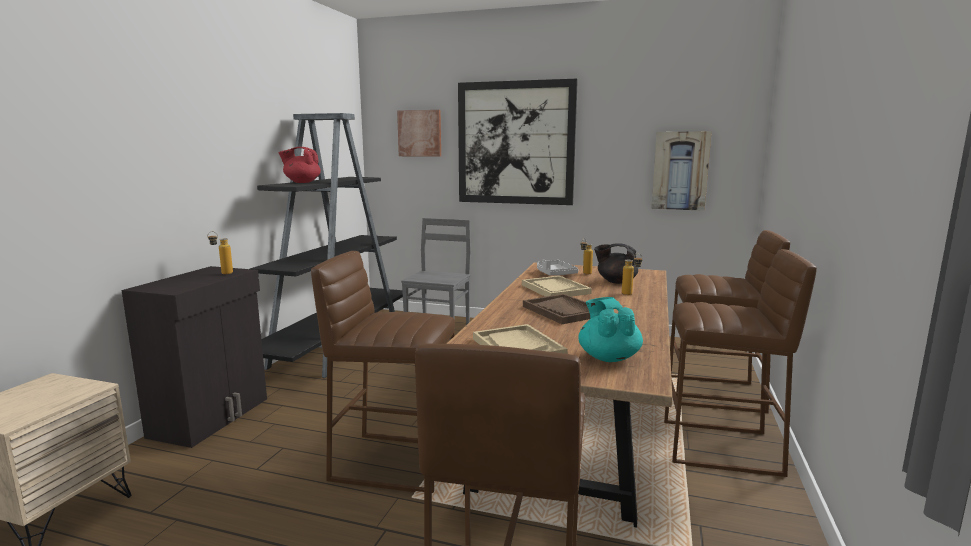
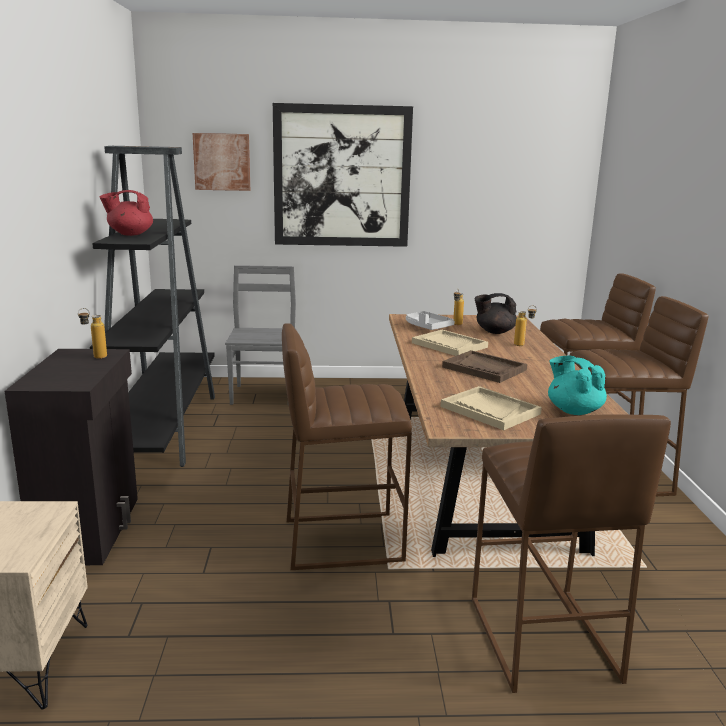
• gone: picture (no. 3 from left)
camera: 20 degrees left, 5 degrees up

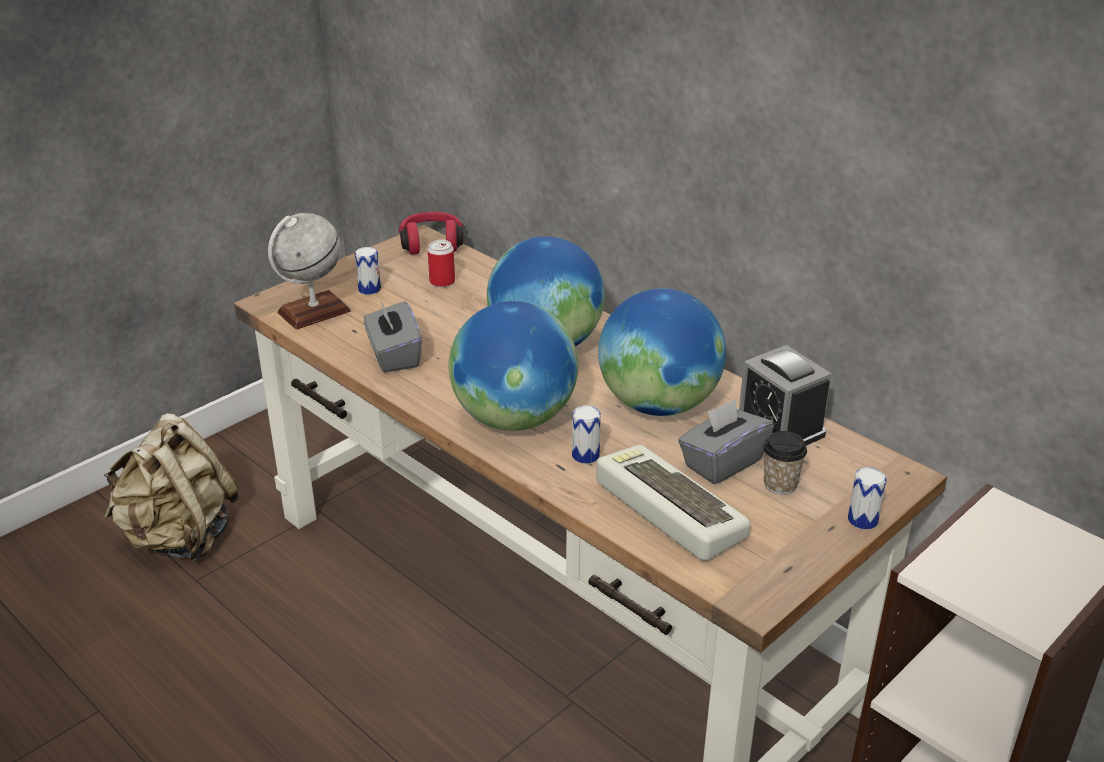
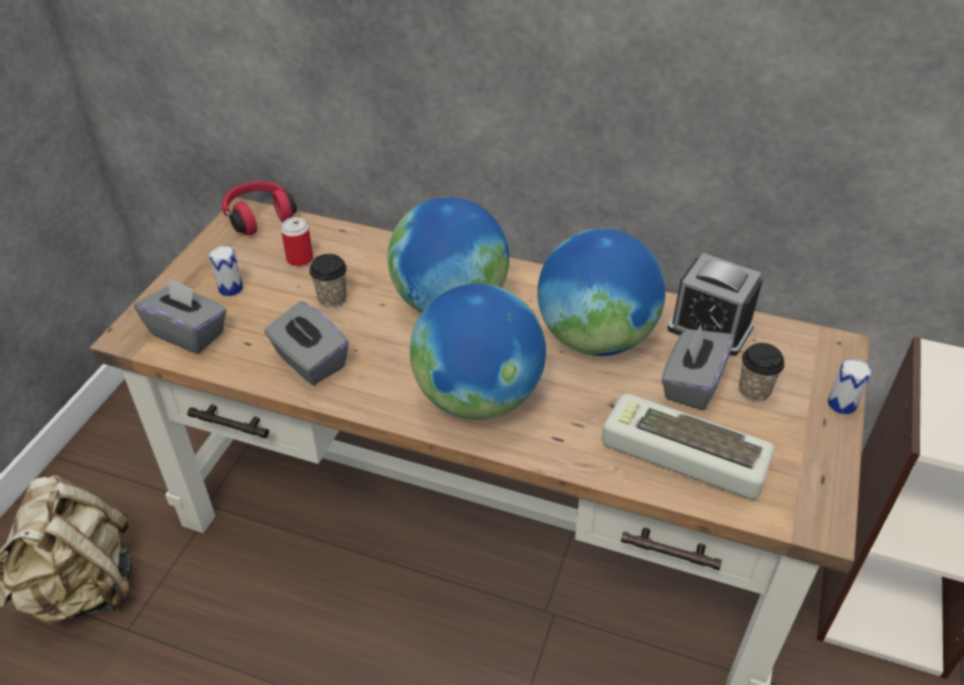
• gone: can (no. 3 from left)
• new: cup (no. 1 from left)
• swapped: globe (no. 1 from left) to grey_tissue_box (no. 1 from left)
camera: 25 degrees left, 10 degrees up

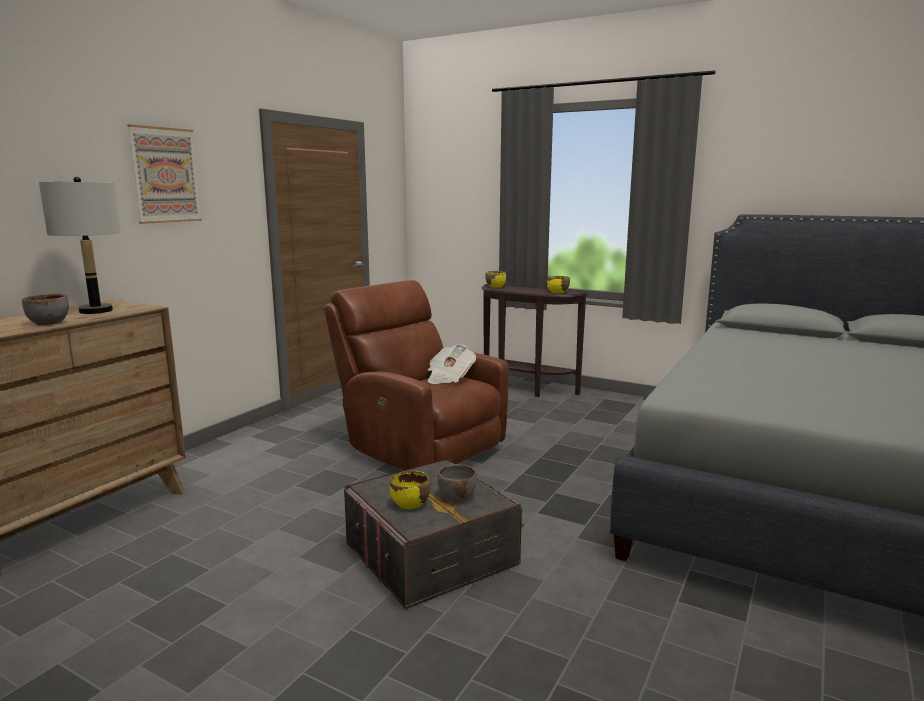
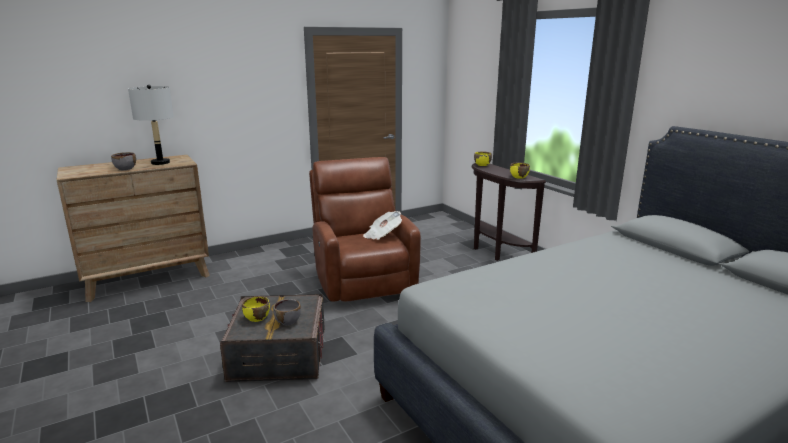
• gone: picture
camera: 30 degrees right, 5 degrees up

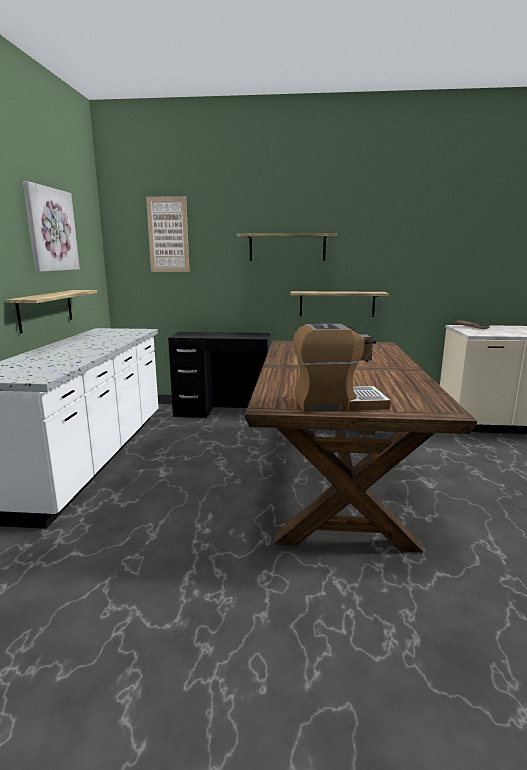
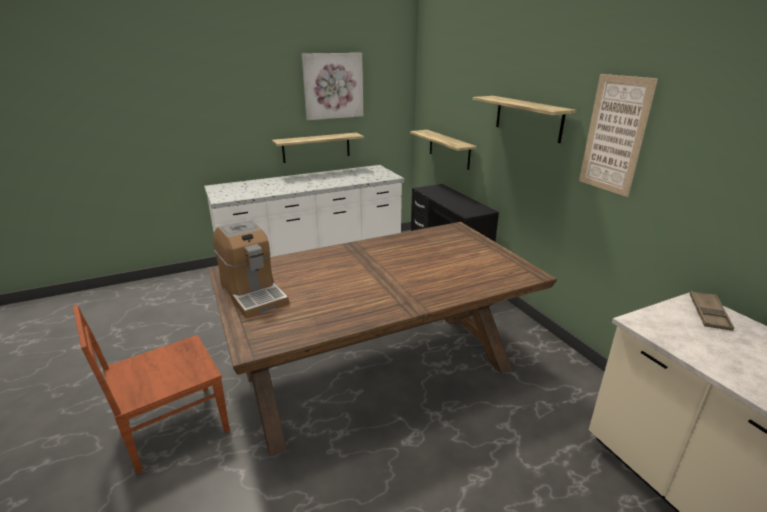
• new: brown_chair
• shifted: picture (no. 2 from left)
• shifted: shelf (no. 3 from left in the first image) to shelf (no. 2 from left)
camera: 60 degrees right, 10 degrees up

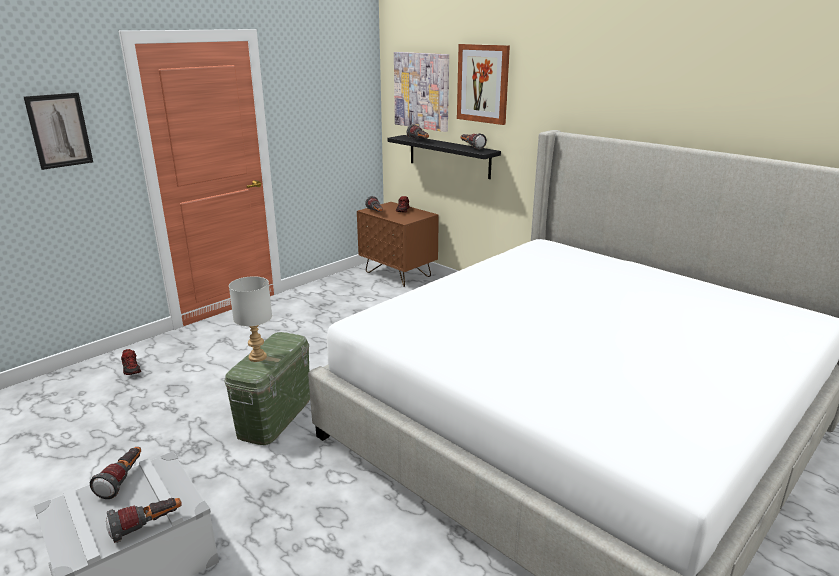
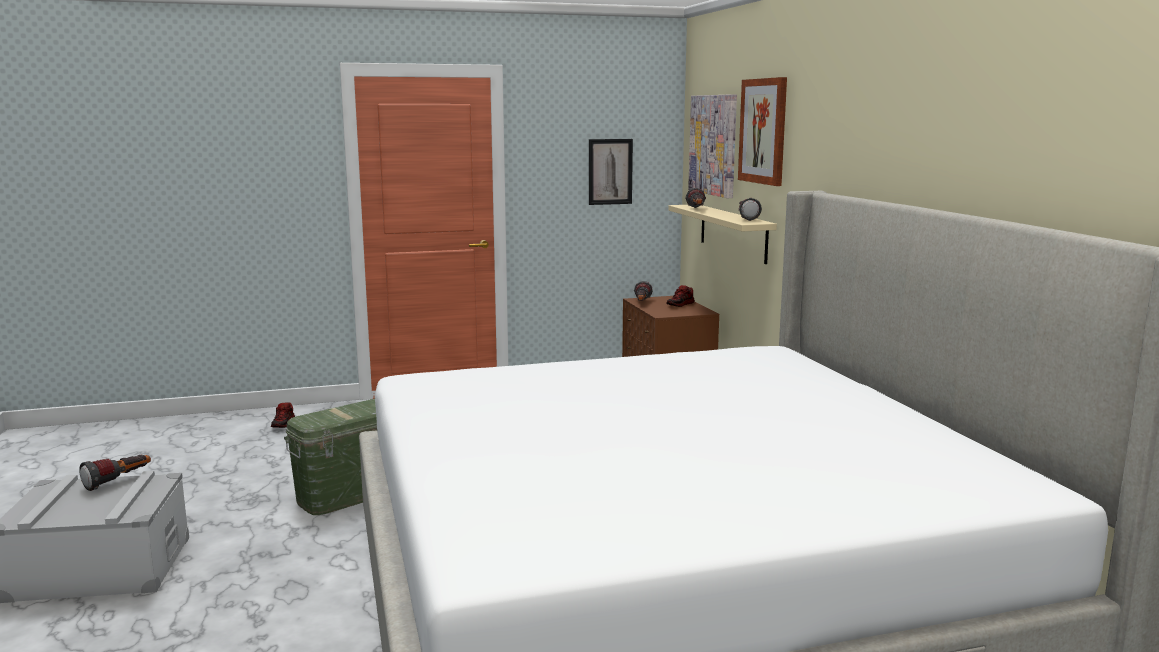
• gone: flashlight (no. 2 from left)
• gone: grey_table_lamp
• shifted: picture (no. 1 from left)
• repainted: black_shelf to beige_shelf
camera: 30 degrees right, 10 degrees down

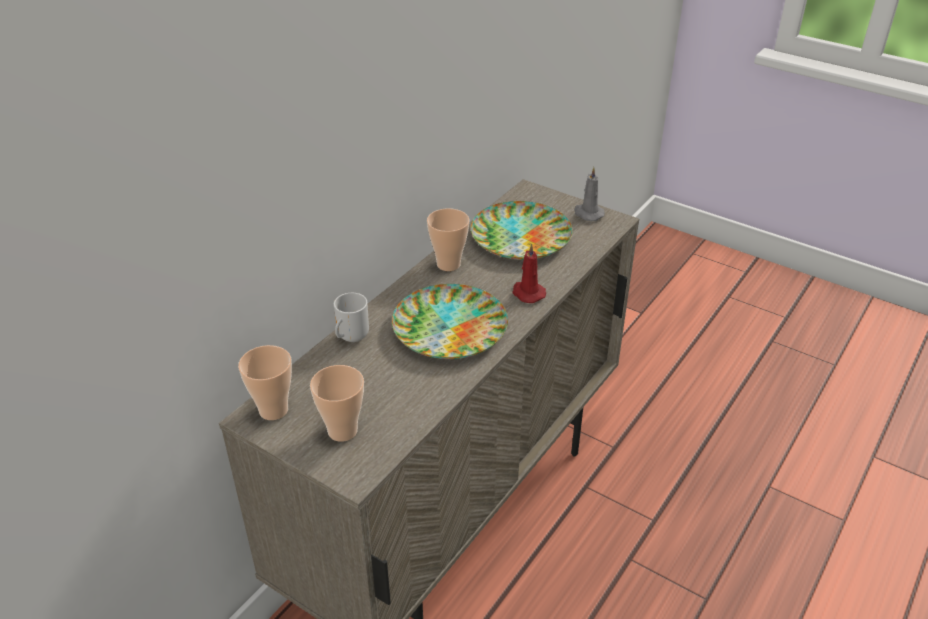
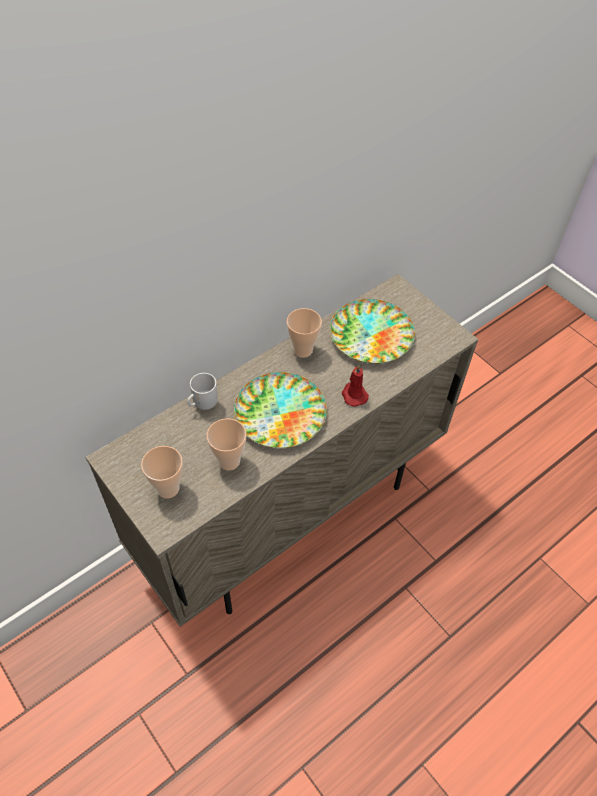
• gone: grey_candle
• shifted: cup (no. 1 from left in the first image) to cup (no. 2 from left)
camera: 15 degrees right, 15 degrees up

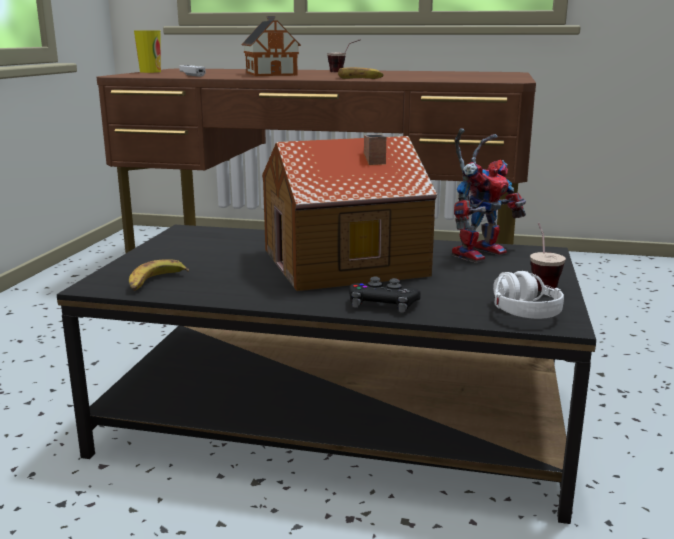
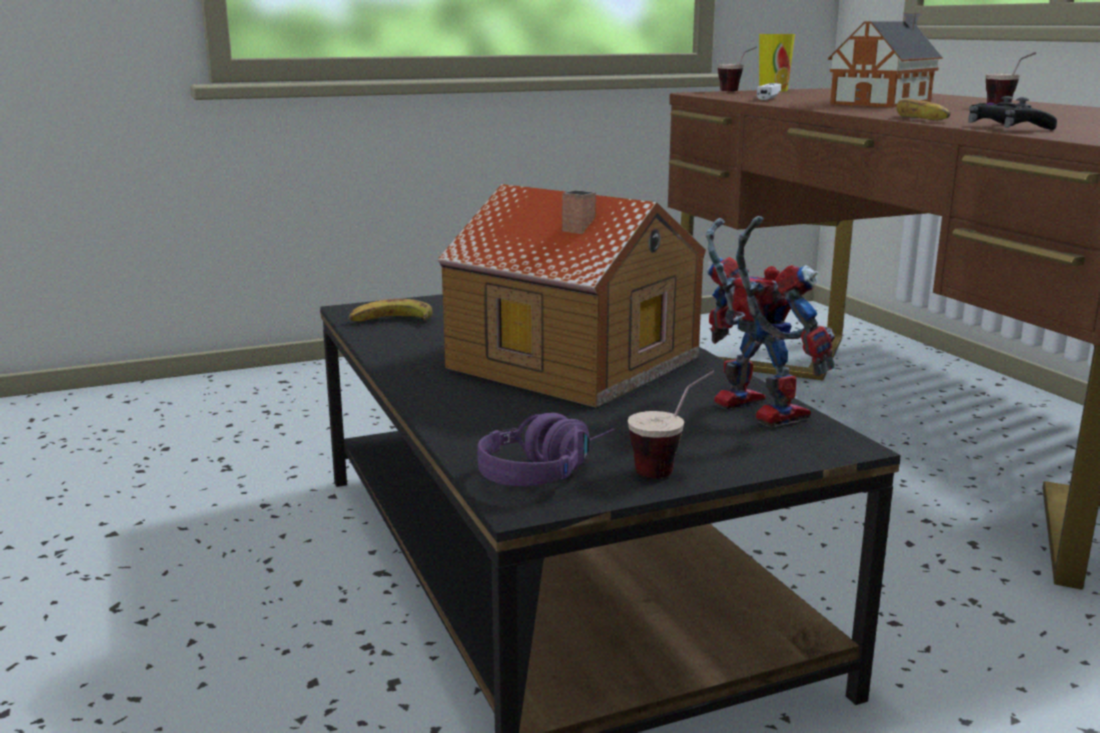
• new: cup (no. 2 from left)
• shifted: black_game_controller
• repainted: white_headphones to purple_headphones
• rotated: toy_robot 135 degrees counterclockwise
camera: 55 degrees right, 0 degrees up

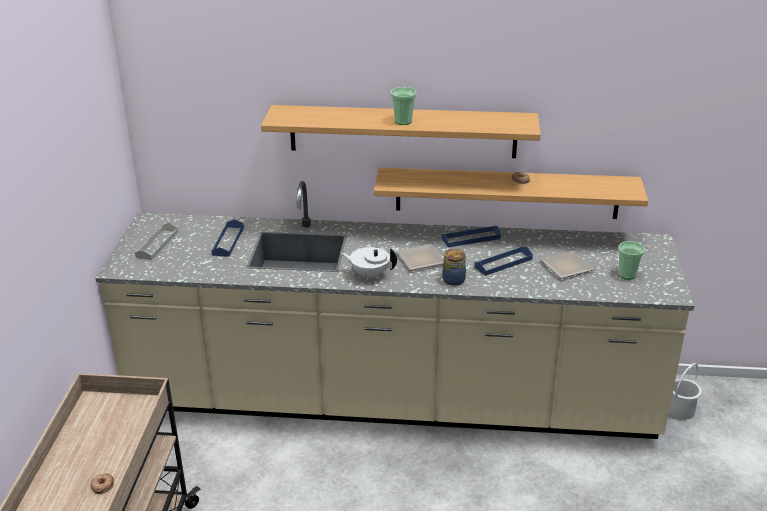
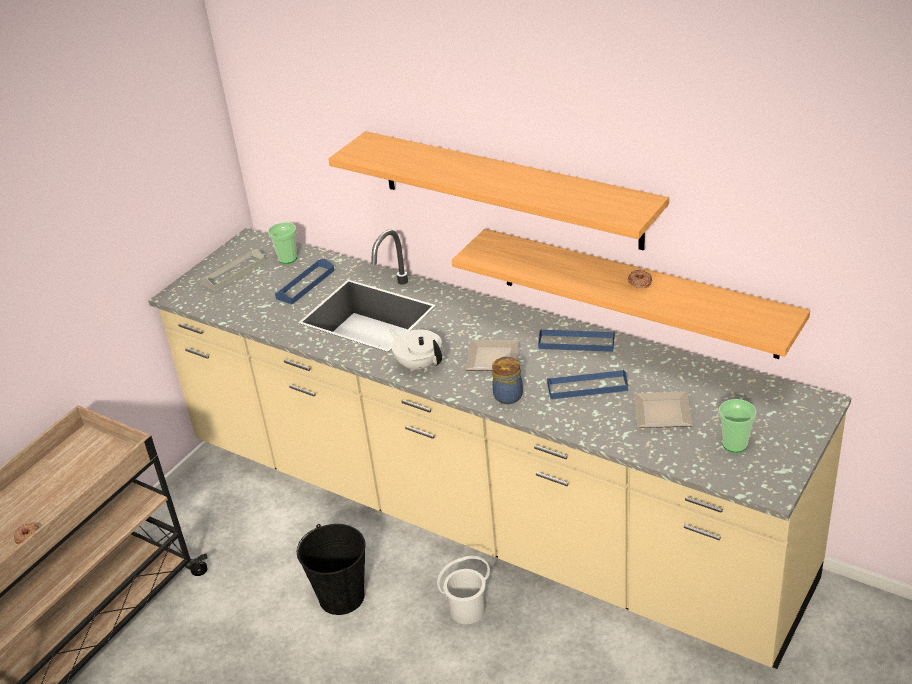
• new: black_bucket
• shifted: cup (no. 1 from left)
• shifted: white_bucket
camera: 30 degrees right, 5 degrees up

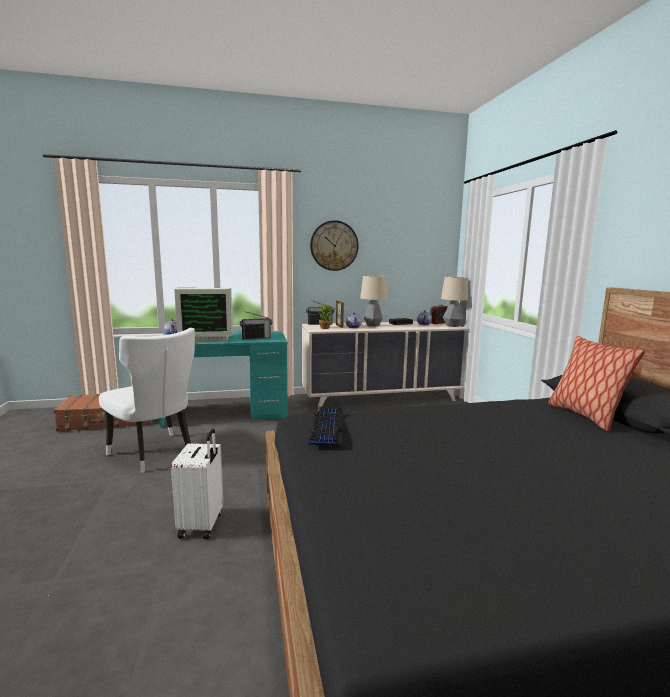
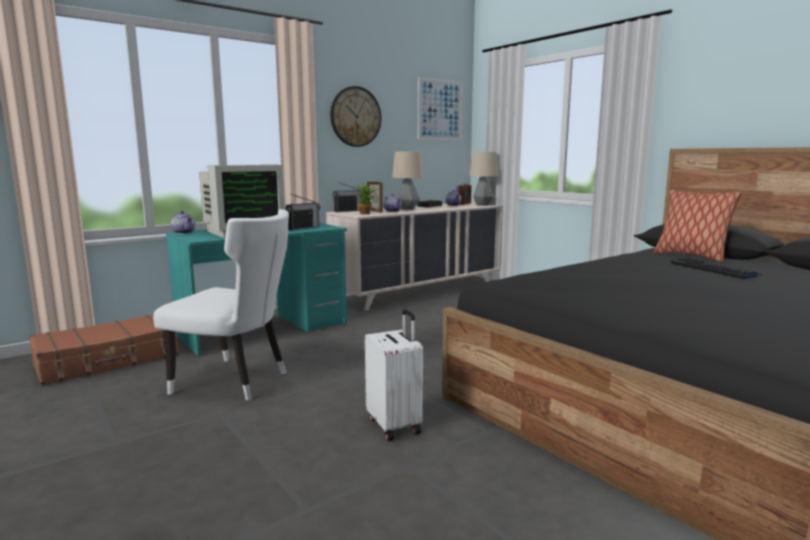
• new: picture
• shifted: keyboard
camera: 25 degrees left, 0 degrees up

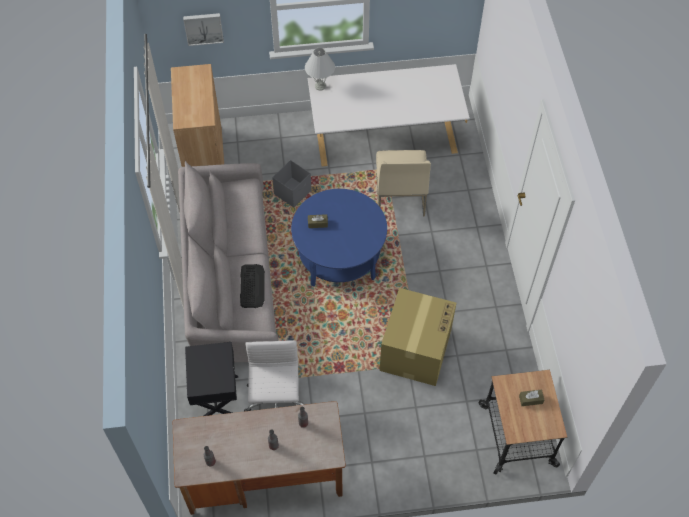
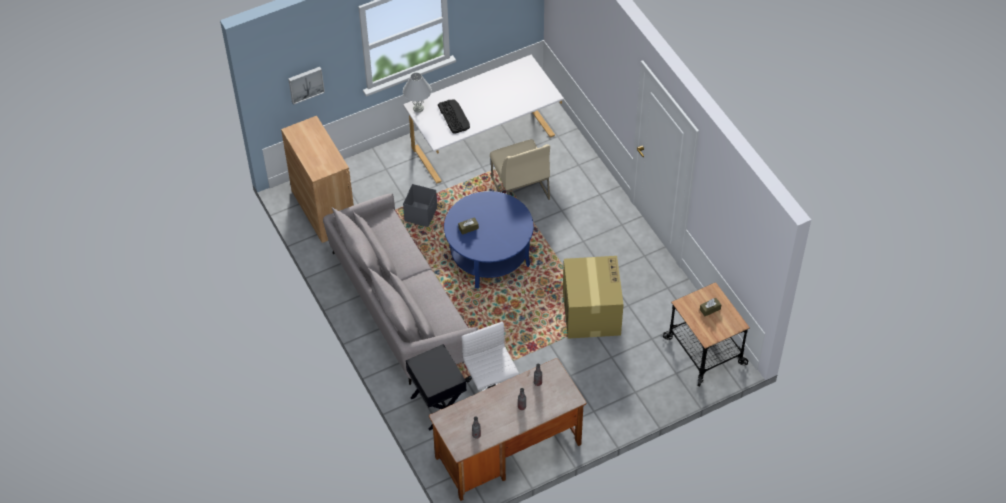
• shifted: keyboard
camera: 20 degrees left, 5 degrees down

